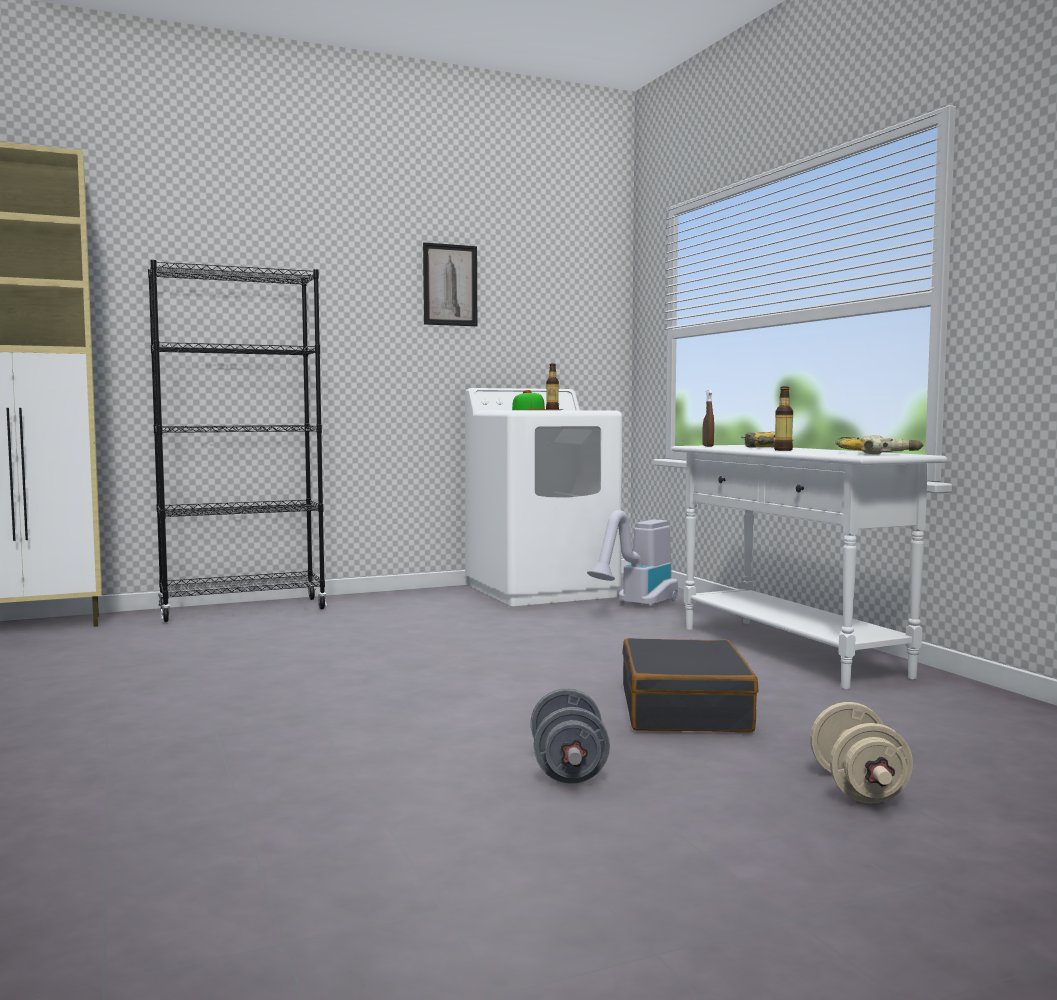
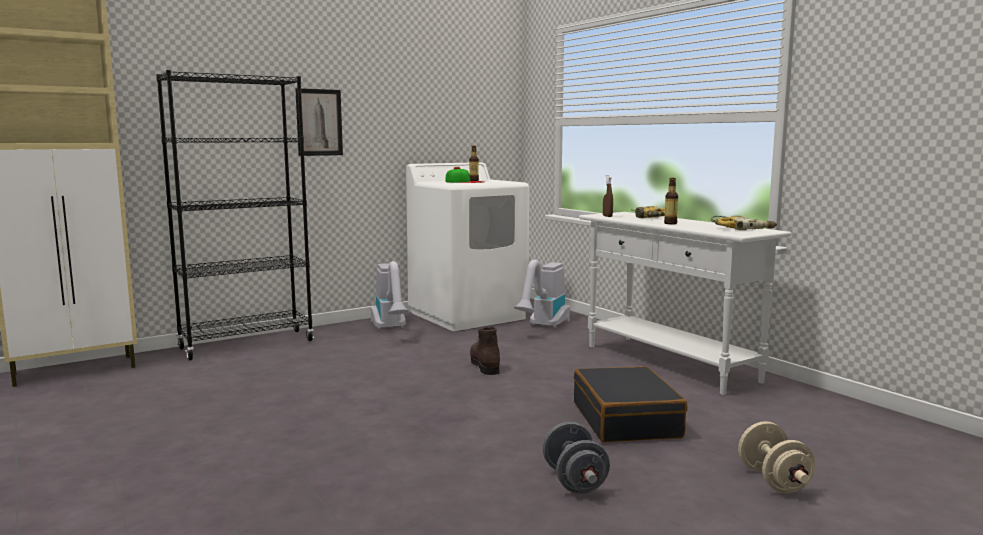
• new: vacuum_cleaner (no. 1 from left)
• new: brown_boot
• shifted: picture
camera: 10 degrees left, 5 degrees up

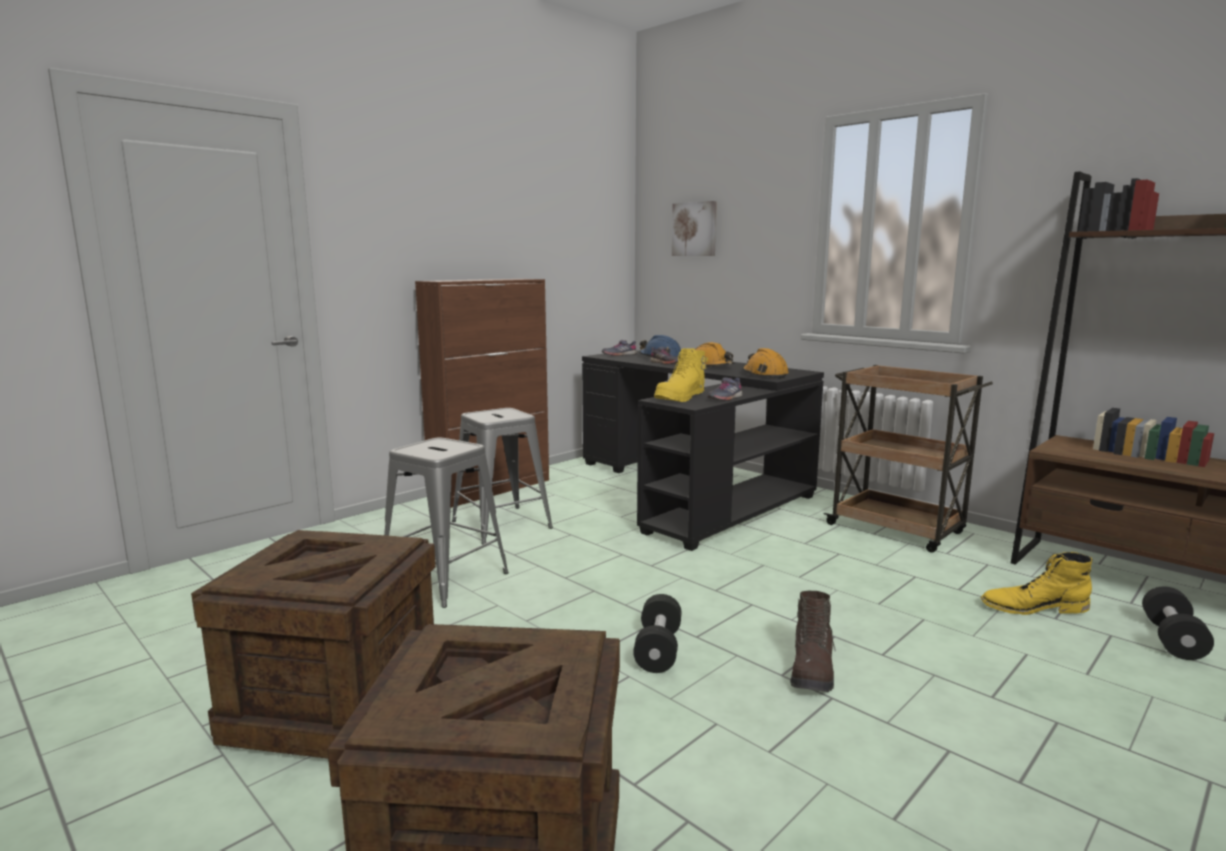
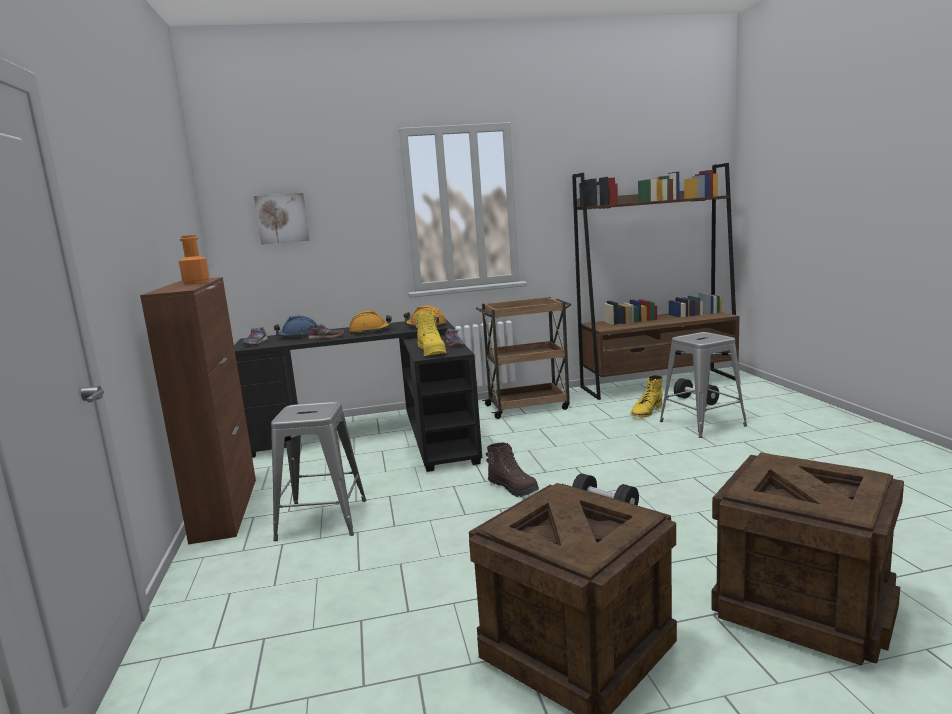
• new: orange_bottle
• shifted: grey_stool (no. 1 from left in the first image) to grey_stool (no. 2 from left)
• shifted: brown_boot
camera: 55 degrees left, 0 degrees up

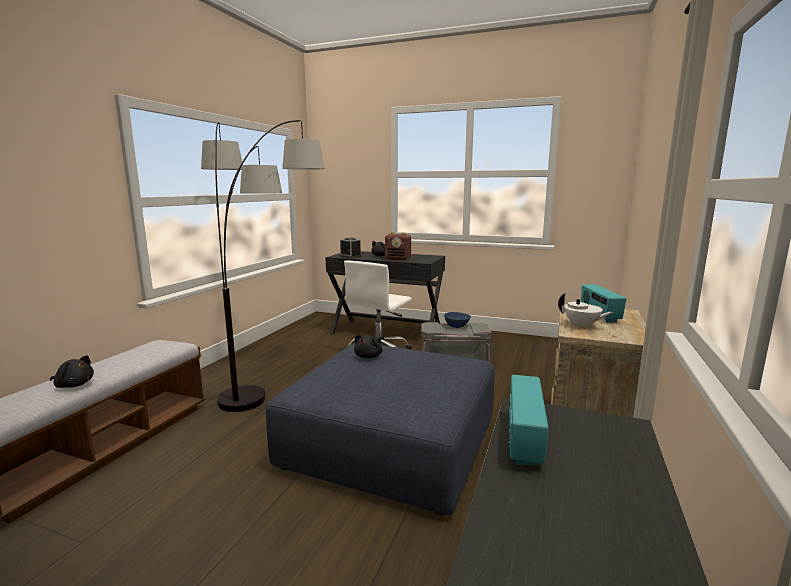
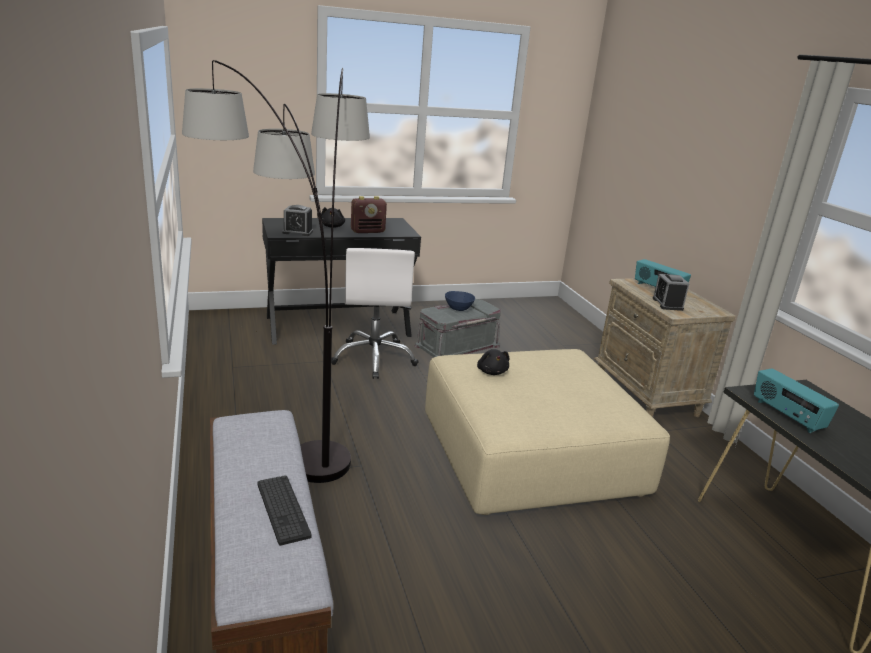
• swapped: black_plush_toy (no. 1 from left) to keyboard
• swapped: white_teapot to alarm_clock (no. 2 from left)
• repainted: blue_ottoman to beige_ottoman
camera: 40 degrees left, 10 degrees up

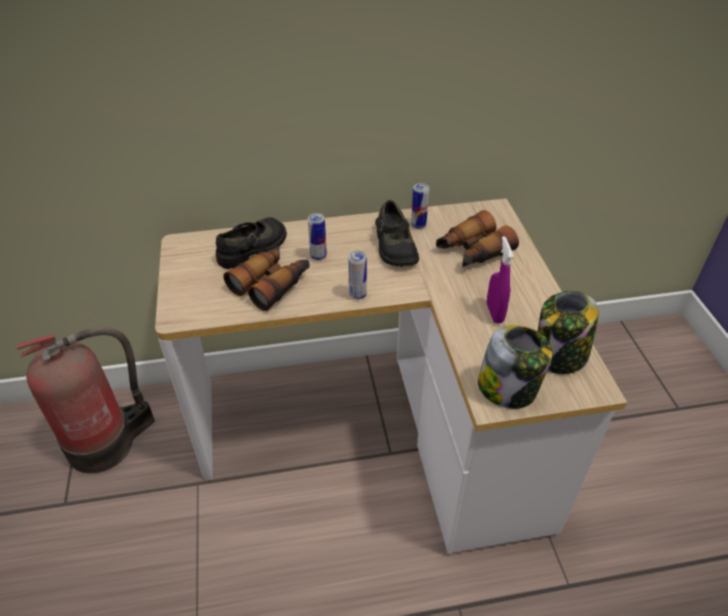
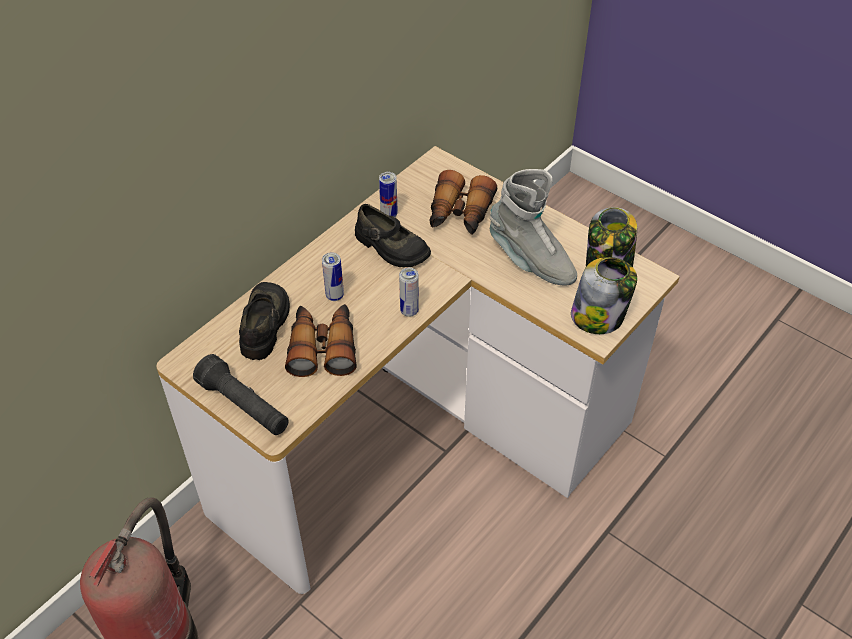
• new: black_flashlight
• swapped: purple_spray_bottle to grey_boot
camera: 40 degrees left, 5 degrees up

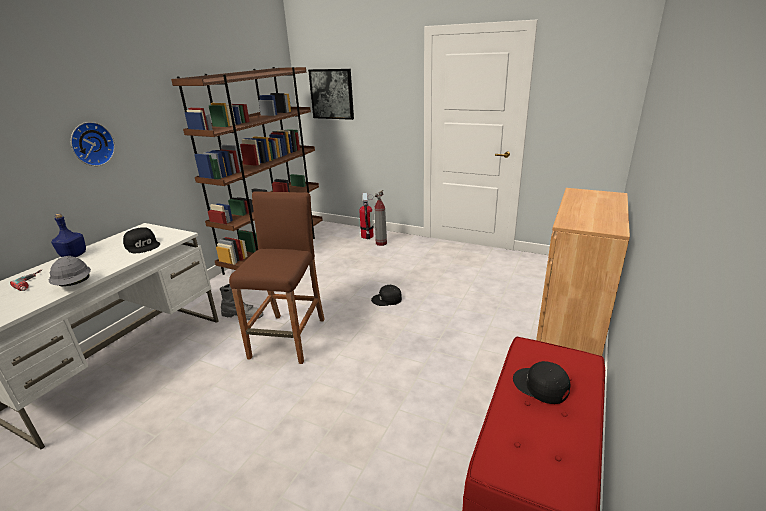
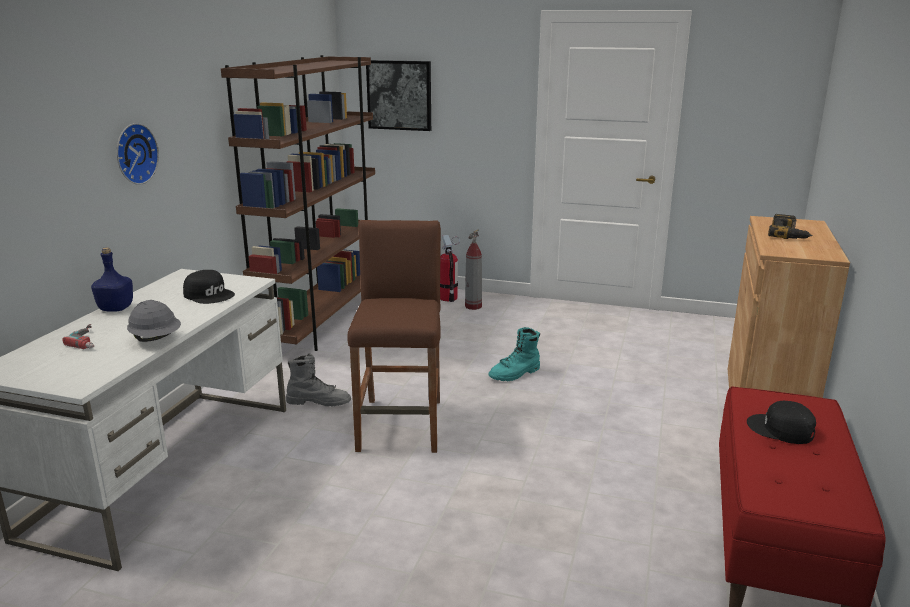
• new: power_drill (no. 2 from left)
• swapped: black_cap (no. 2 from left) to turquoise_boot
camera: 10 degrees left, 5 degrees down

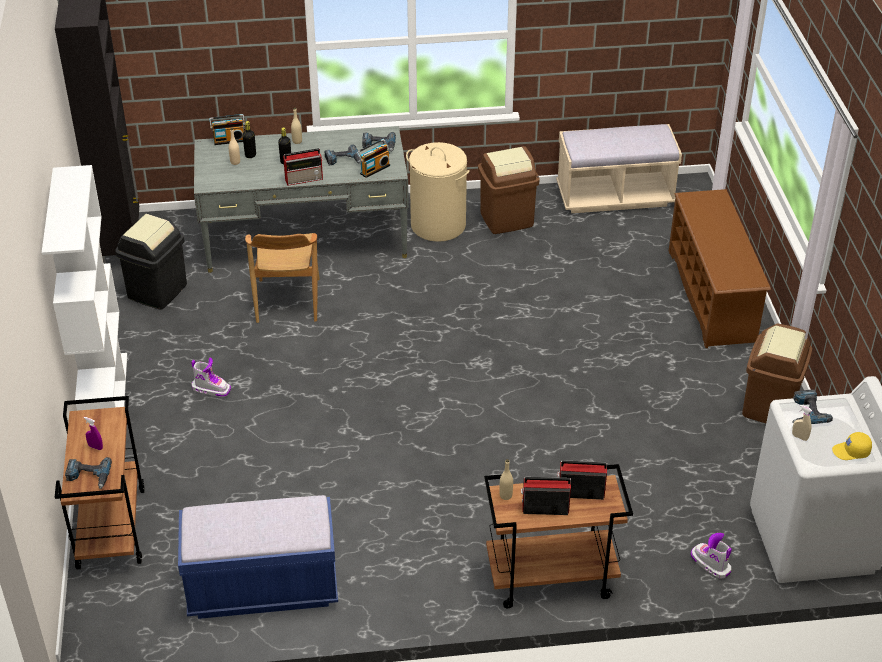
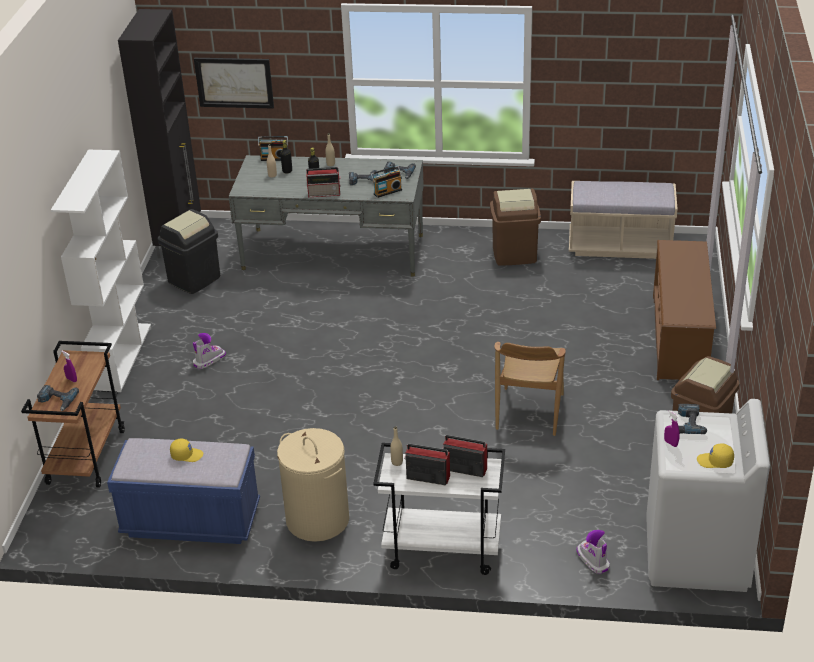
• new: yellow_cap (no. 1 from left)
• new: picture
• shifted: brown_chair
• shifted: beige_laundry_basket
• repainted: brown_cart (no. 2 from left) to white_cart
• repainted: beige_spray_bottle to purple_spray_bottle (no. 2 from left)
• rotated: boot (no. 1 from left) 75 degrees counterclockwise
camera: 15 degrees right, 5 degrees down

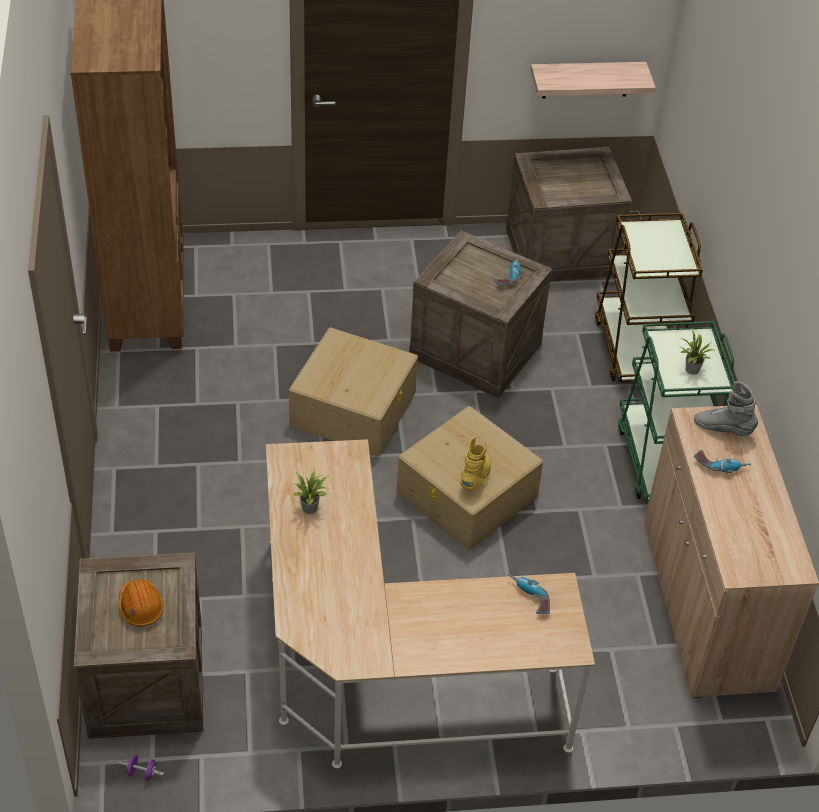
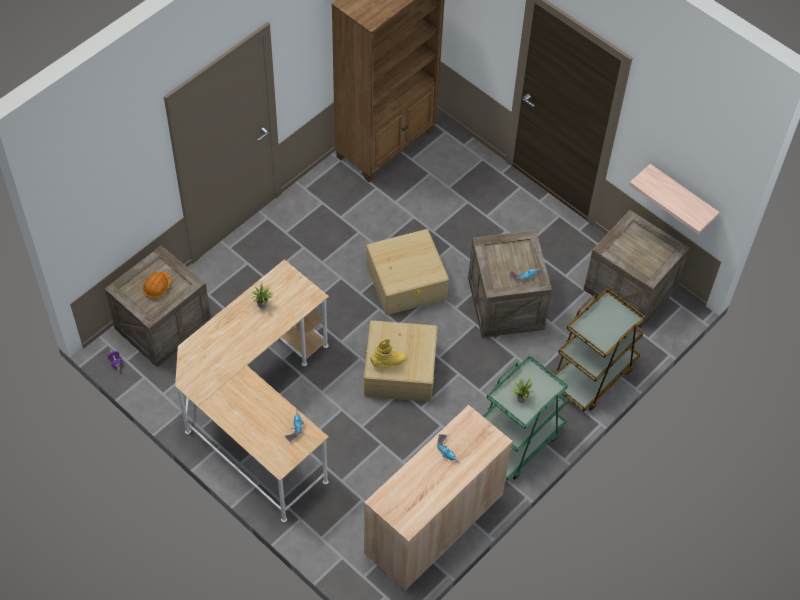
• gone: grey_boot
camera: 50 degrees right, 10 degrees up

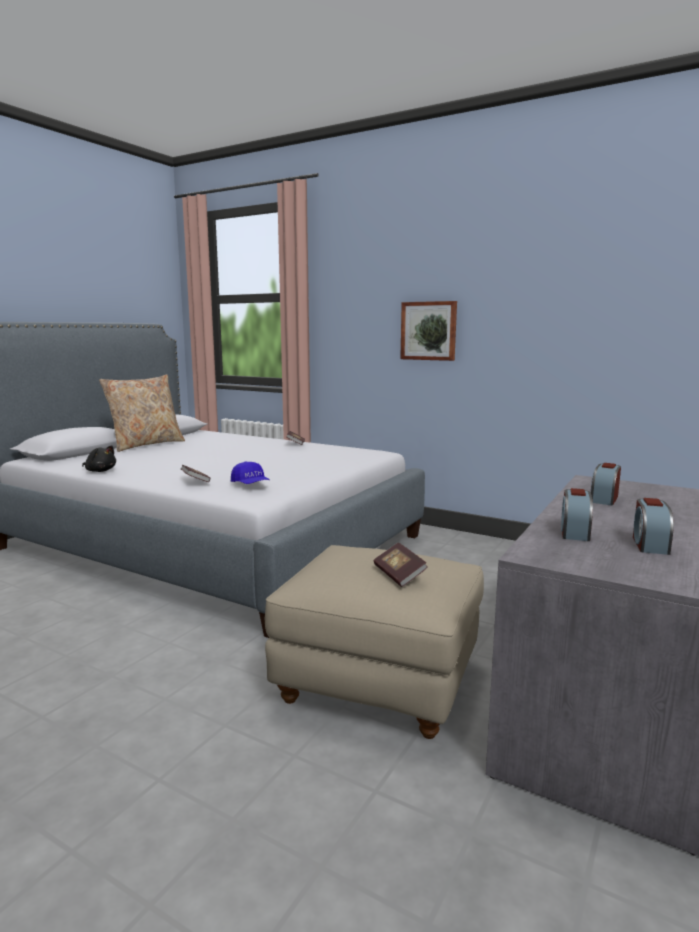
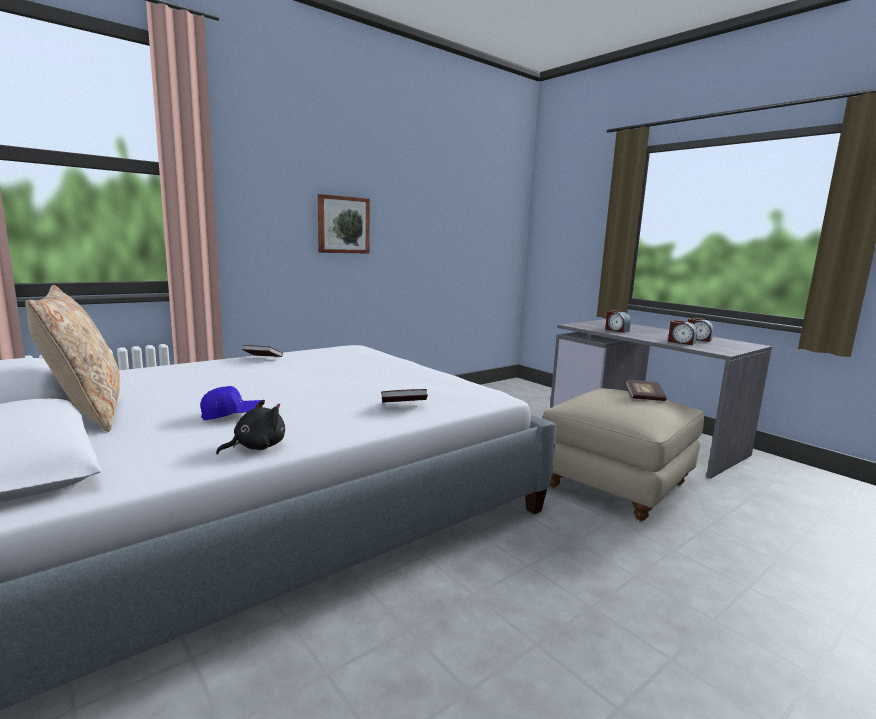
• shifted: blue_cap
camera: 70 degrees left, 0 degrees up

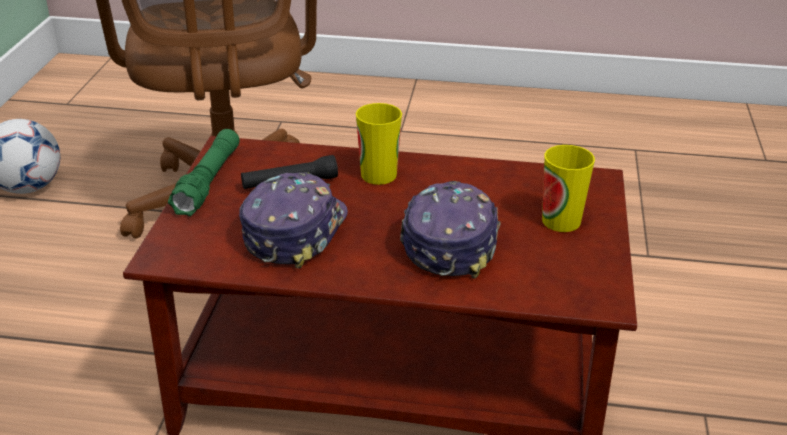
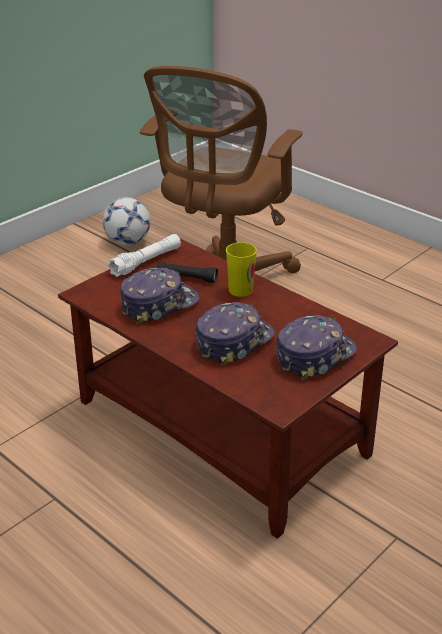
• swapped: cup (no. 2 from left) to cap (no. 3 from left)
• repainted: green_flashlight to white_flashlight
camera: 35 degrees right, 0 degrees up

